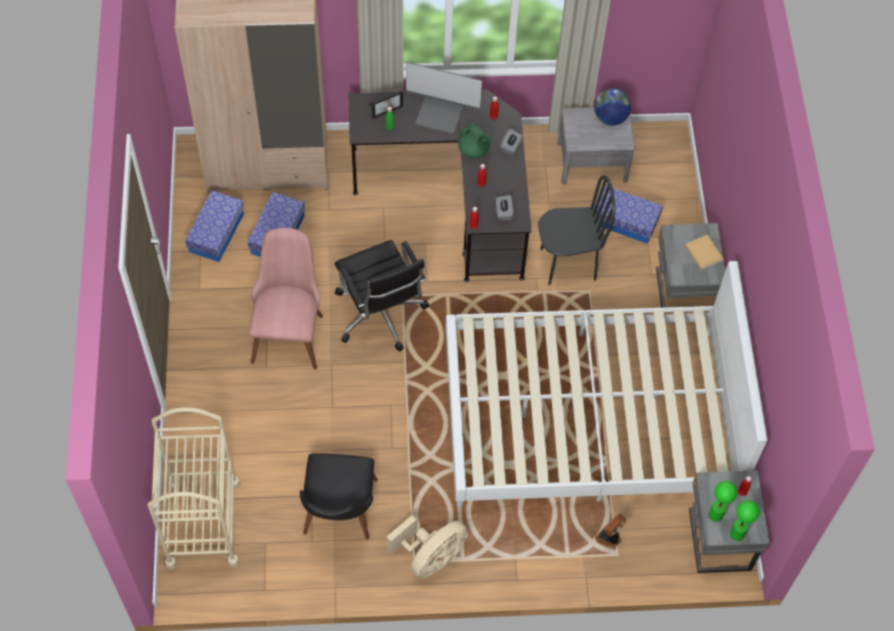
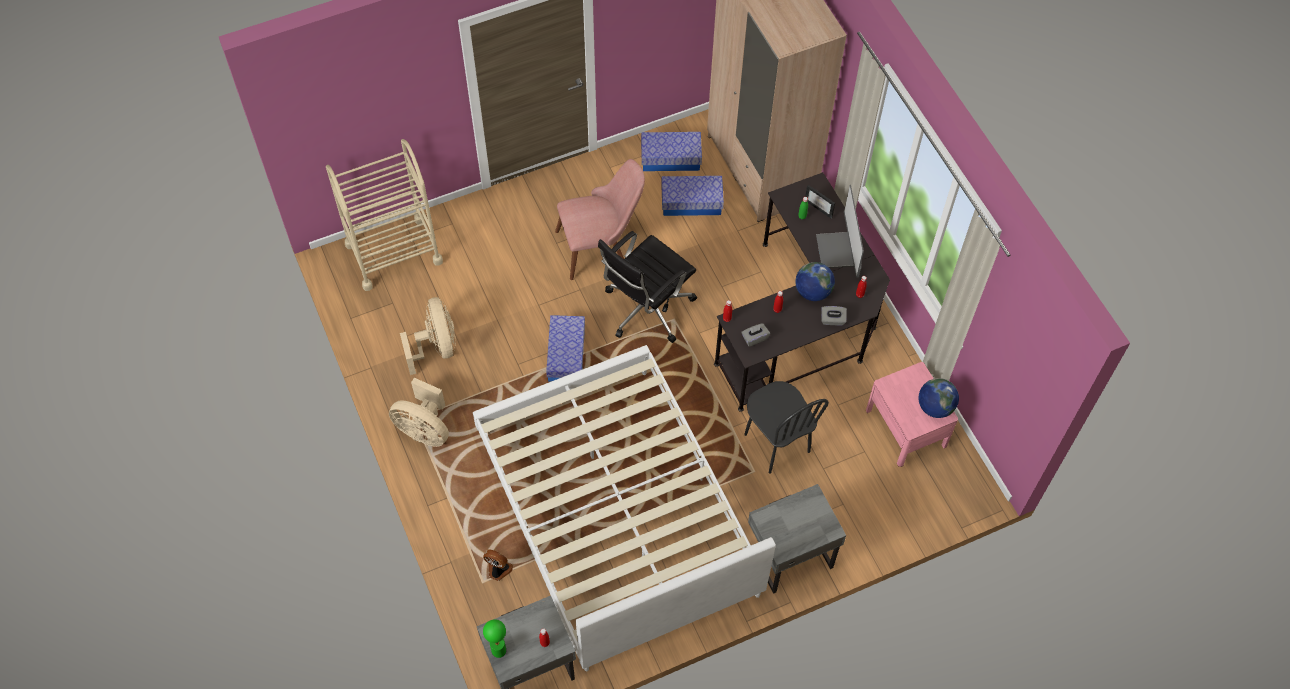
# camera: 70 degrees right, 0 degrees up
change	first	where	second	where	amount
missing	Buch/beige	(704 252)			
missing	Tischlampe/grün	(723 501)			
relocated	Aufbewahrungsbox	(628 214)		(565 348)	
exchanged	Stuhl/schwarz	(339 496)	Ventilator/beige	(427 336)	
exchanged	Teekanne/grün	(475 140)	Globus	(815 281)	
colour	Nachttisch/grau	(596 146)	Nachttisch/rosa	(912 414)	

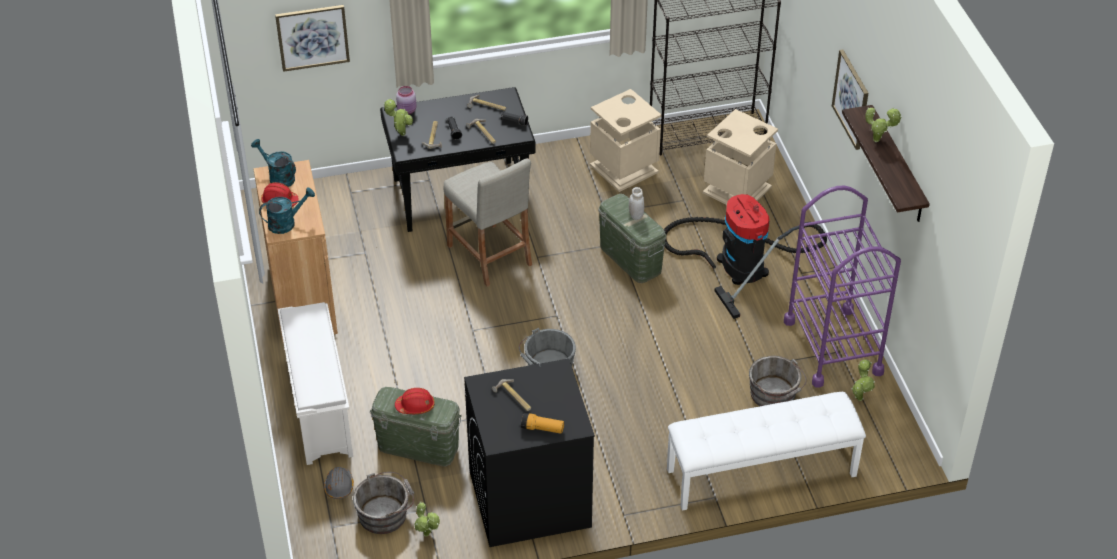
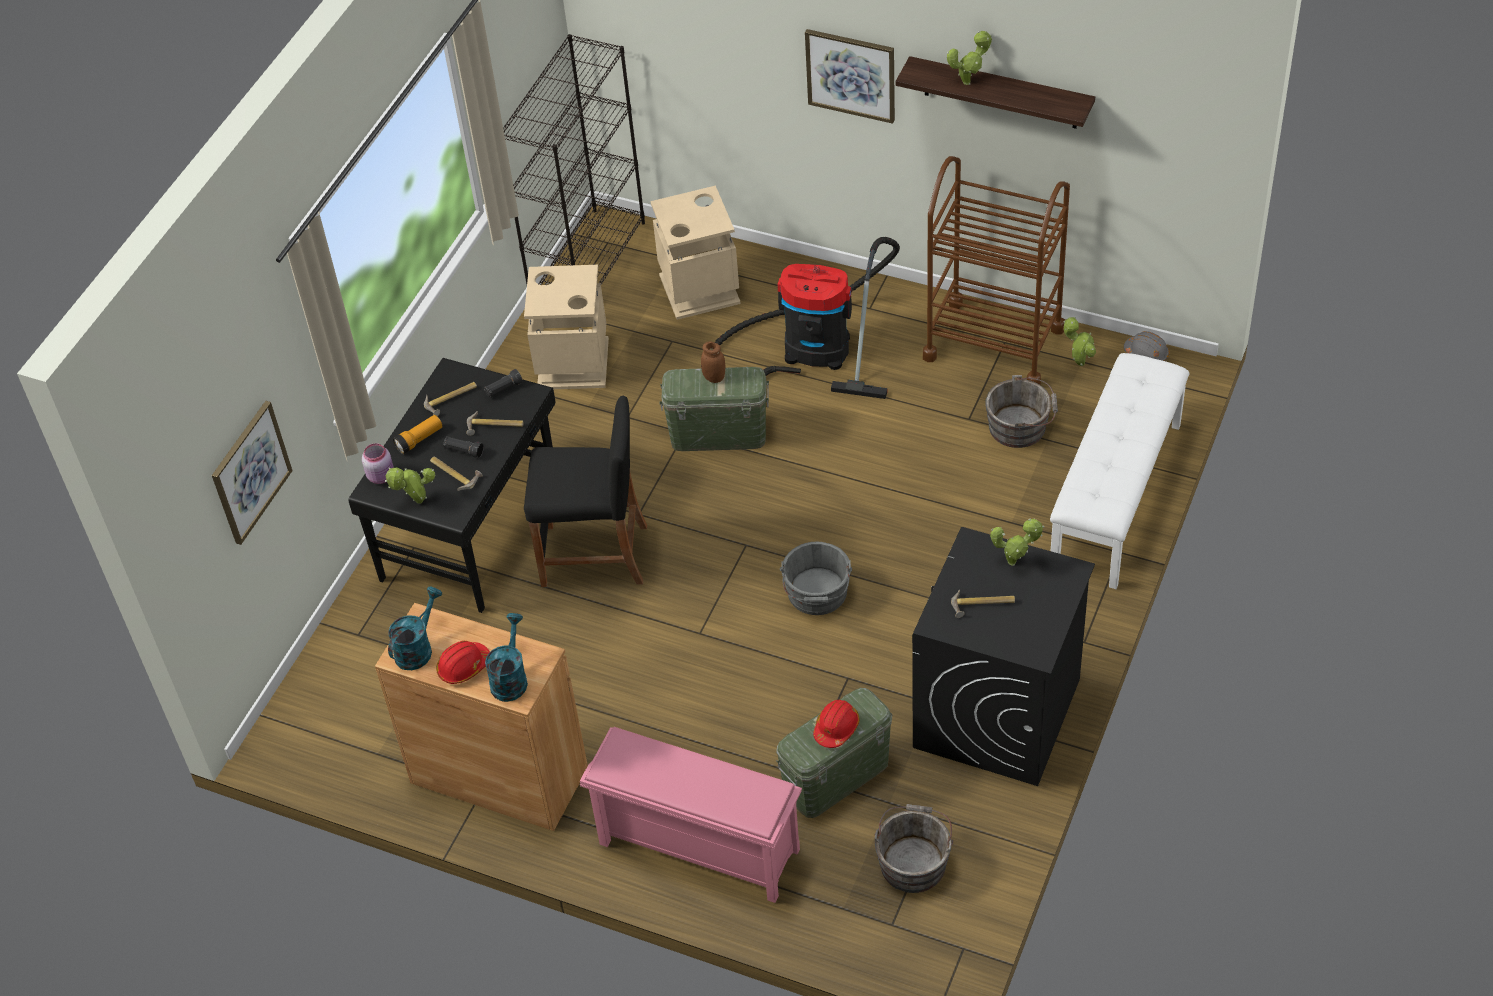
# camera: 50 degrees left, 5 degrees up
change	first	where	second	where	amount
relocated	Schutzhelm/grau	(339 483)		(1146 346)	
relocated	Topfpflanze	(427 519)		(1017 542)	
relocated	Taschenlampe	(542 423)		(418 434)	
colour	Schuhregal/weiß	(315 383)	Schuhregal/rosa	(691 815)	
colour	Hocker/beige	(487 222)	Hocker/schwarz	(585 491)	
colour	Vorratsglas/weiß	(636 203)	Vorratsglas/braun	(713 362)	
colour	Rollwagen/lila	(842 287)	Rollwagen/braun	(996 270)	
spun	Gießkanne/türkis	(273 163)		(415 628)	135 degrees clockwise

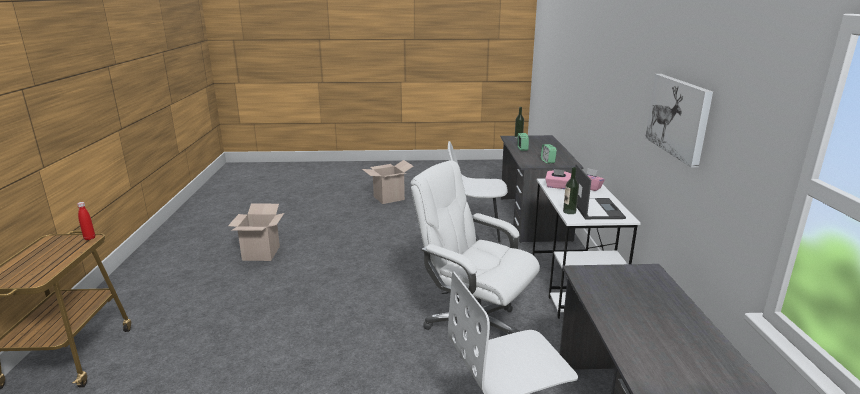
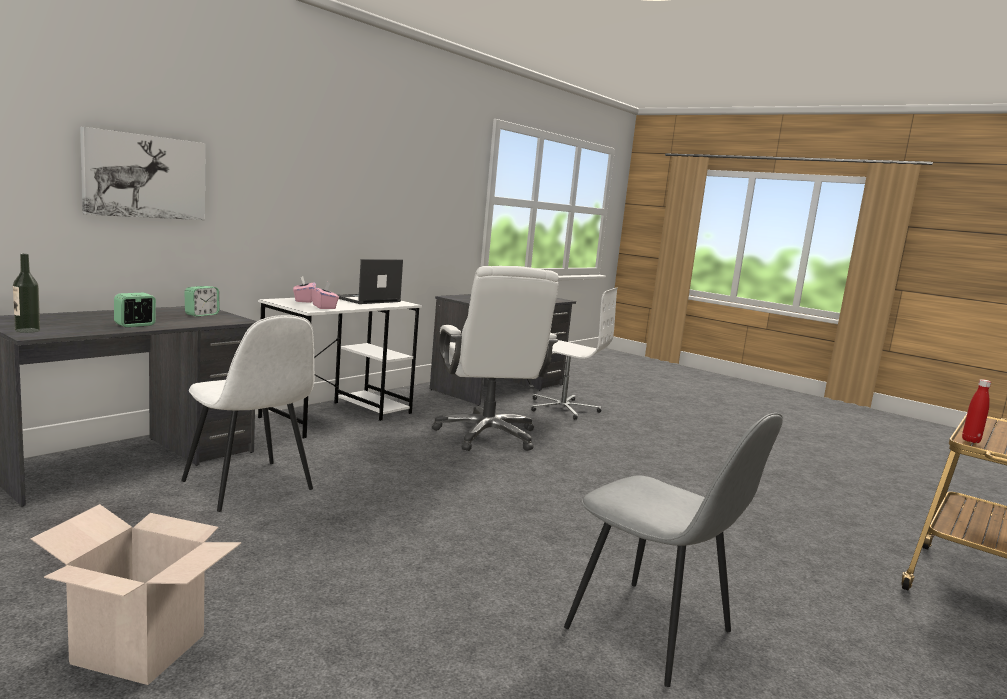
# camera: 140 degrees left, 10 degrees down
change	first	where	second	where	amount
missing	Flasche	(571 190)			
relocated	Bild	(679 121)		(143 173)	
exchanged	Karton	(256 232)	Stuhl/grau	(673 550)	

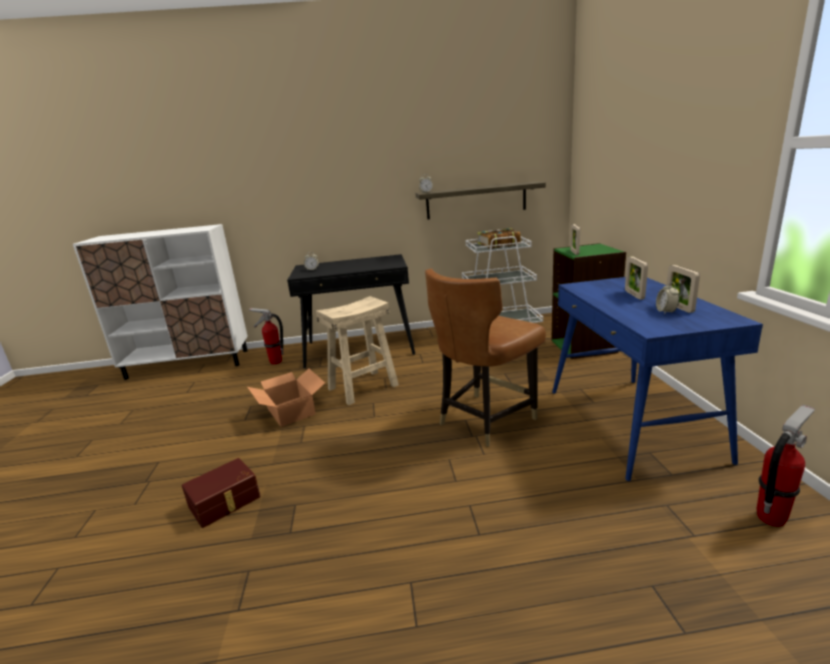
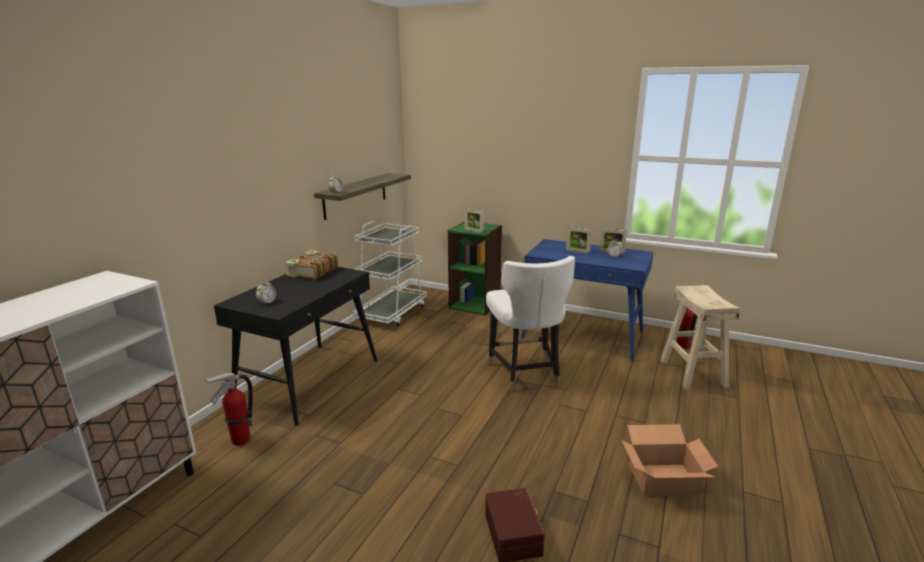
# camera: 60 degrees left, 0 degrees up
change	first	where	second	where	amount
relocated	Karton	(286 397)		(670 460)	
relocated	Hocker/beige	(357 350)		(700 337)	
relocated	Buch	(499 238)		(312 264)	
colour	Stuhl/braun	(485 357)	Stuhl/weiß	(530 324)	

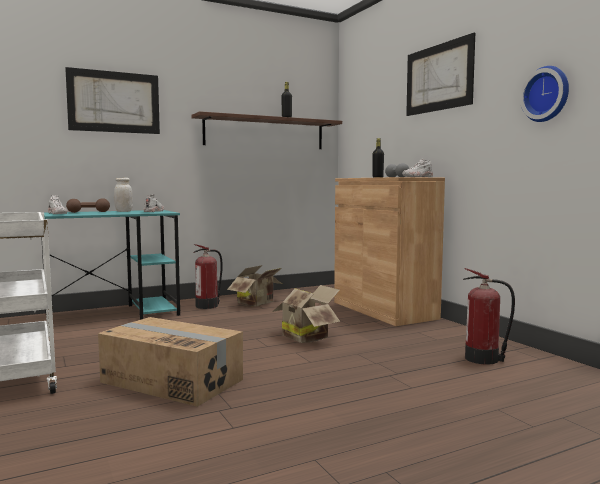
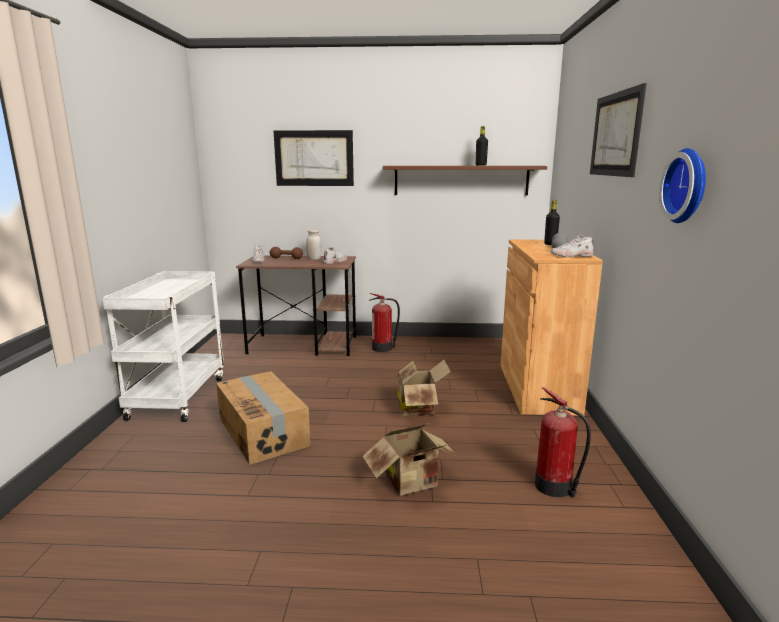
# camera: 30 degrees right, 10 degrees up
change	first	where	second	where	amount
relocated	Karton	(254 285)		(411 460)	
colour	Schreibtisch/türkis	(111 265)	Schreibtisch/braun	(296 305)	

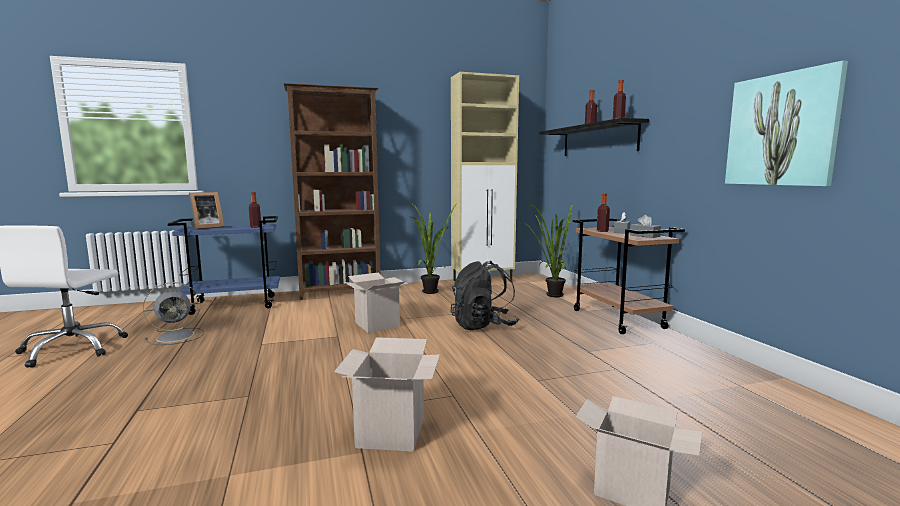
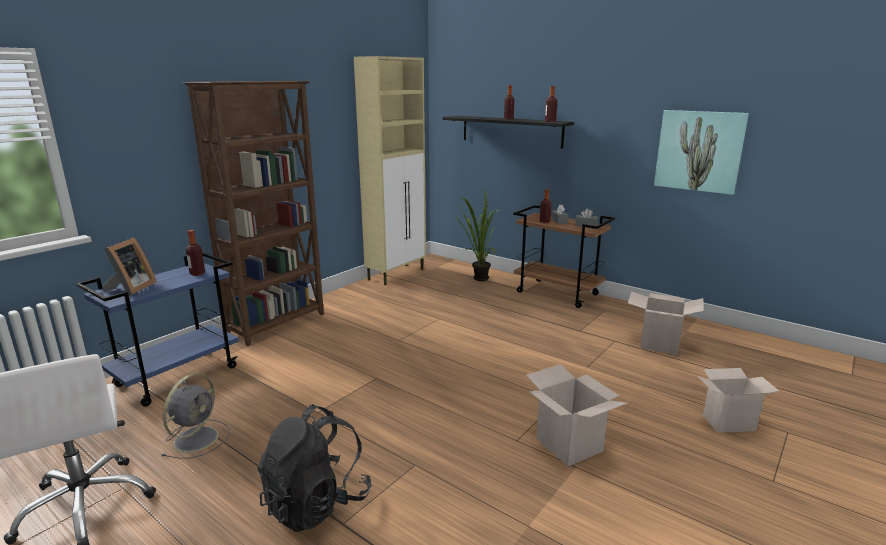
# camera: 35 degrees left, 10 degrees up
change	first	where	second	where	amount
missing	Topfpflanze	(433 248)			
relocated	Karton	(376 303)		(666 323)	
relocated	Rucksack/schwarz	(485 295)		(314 468)	

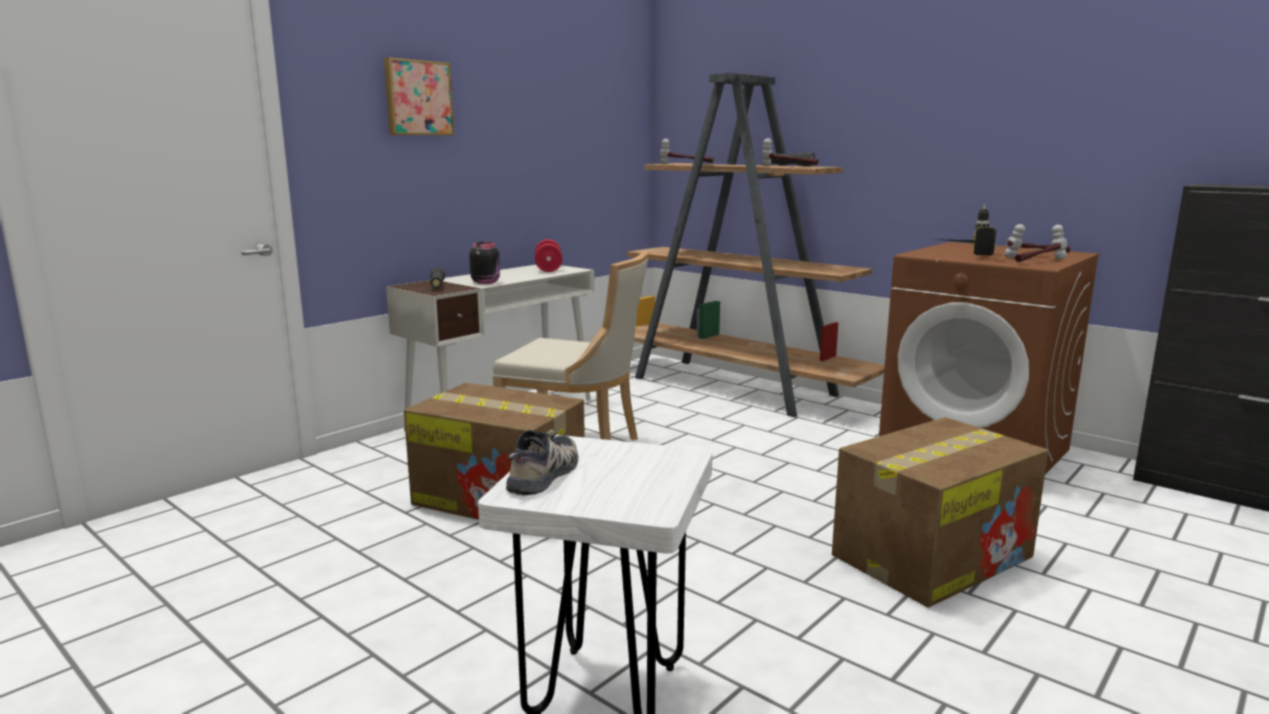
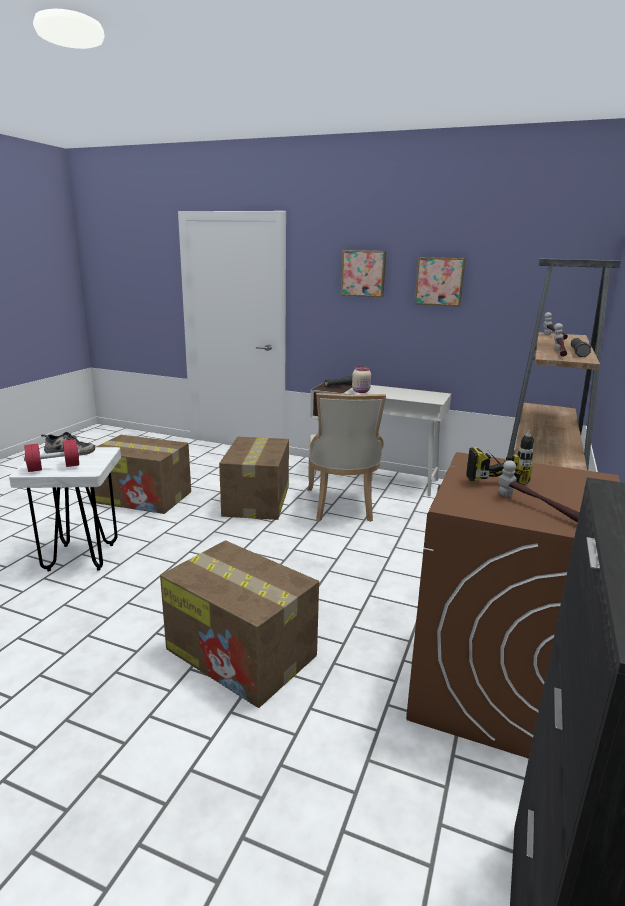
# camera: 70 degrees right, 5 degrees up
change	first	where	second	where	amount
missing	Hammer	(1041 243)			
appeared			Karton	(142 474)	
appeared			Bild	(440 282)	
relocated	Hantel/rot	(548 255)		(52 455)	
colour	Vorratsglas/schwarz	(484 263)	Vorratsglas/beige	(361 379)	

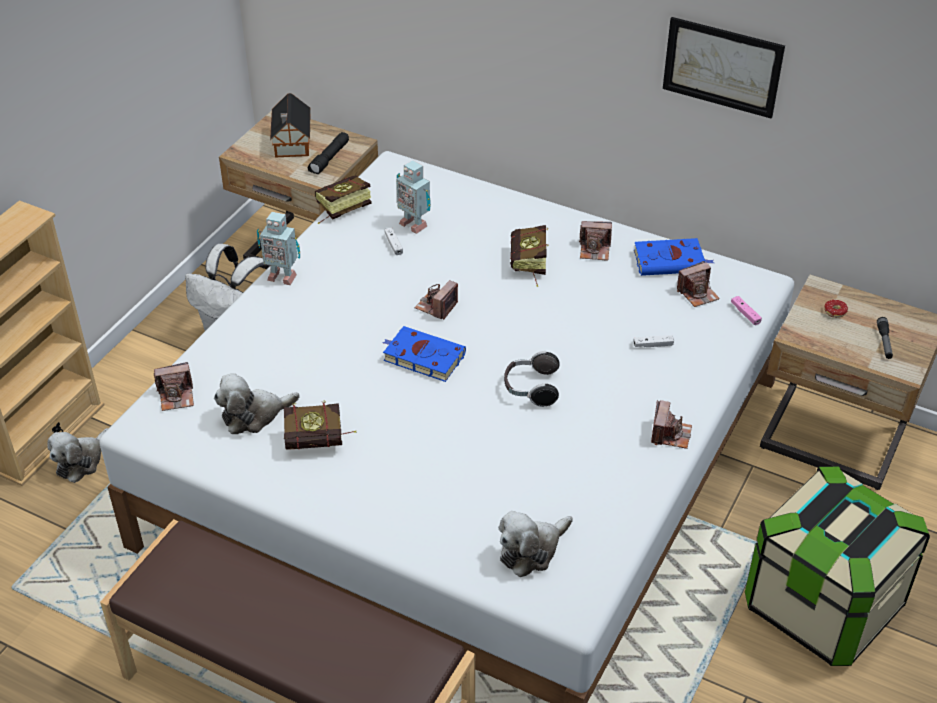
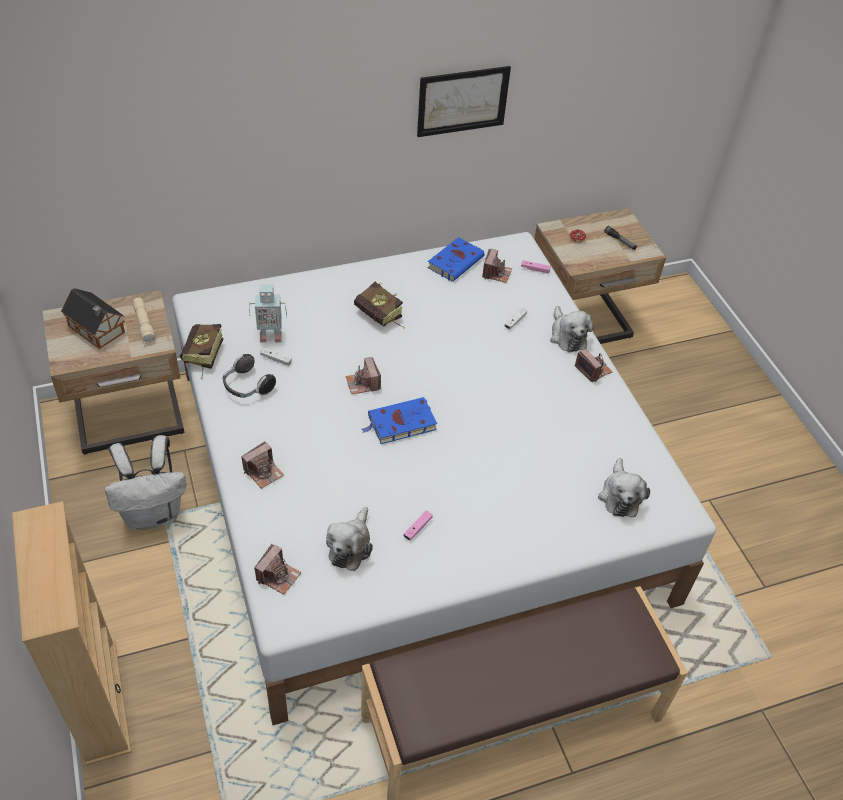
# camera: 50 degrees left, 5 degrees up
change	first	where	second	where	amount
missing	Spielzeugroboter	(278 248)			
missing	Aufbewahrungsbox	(837 566)			
relocated	Plüschtier	(78 455)		(572 329)	
relocated	Kopfhörer	(532 379)		(249 376)	
relocated	Kamera	(595 241)		(262 465)	
exchanged	Buch	(320 425)	Gamepad/rosa	(418 526)	
colour	Taschenlampe/schwarz	(328 153)	Taschenlampe/beige	(144 320)	

